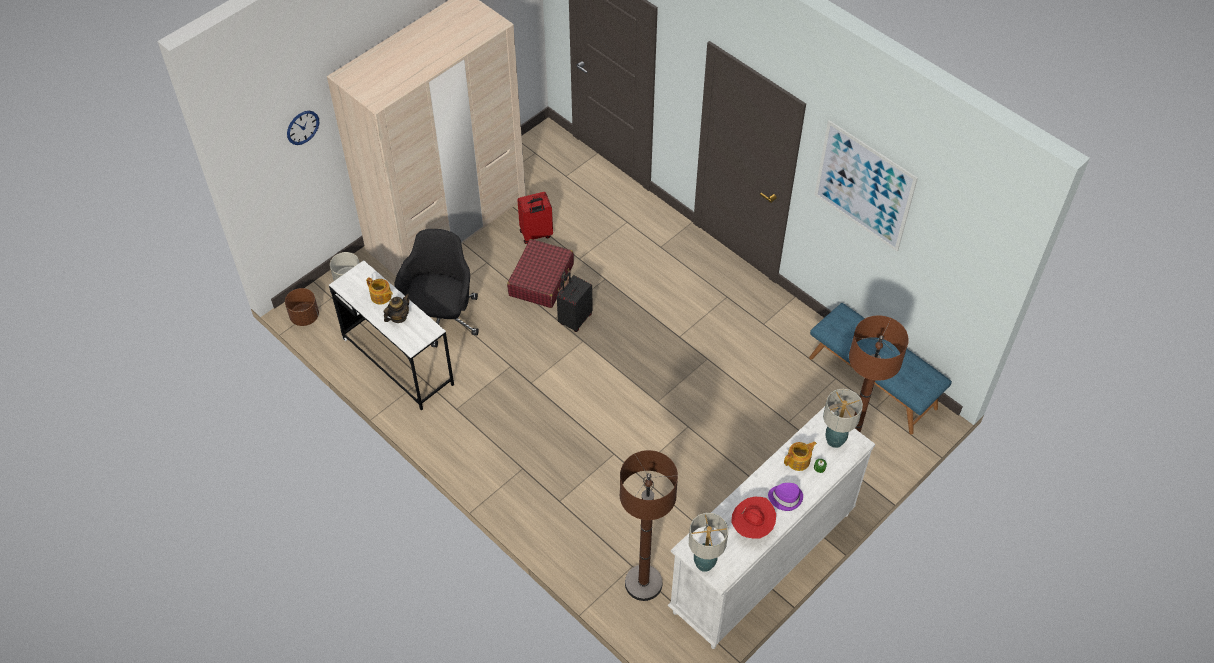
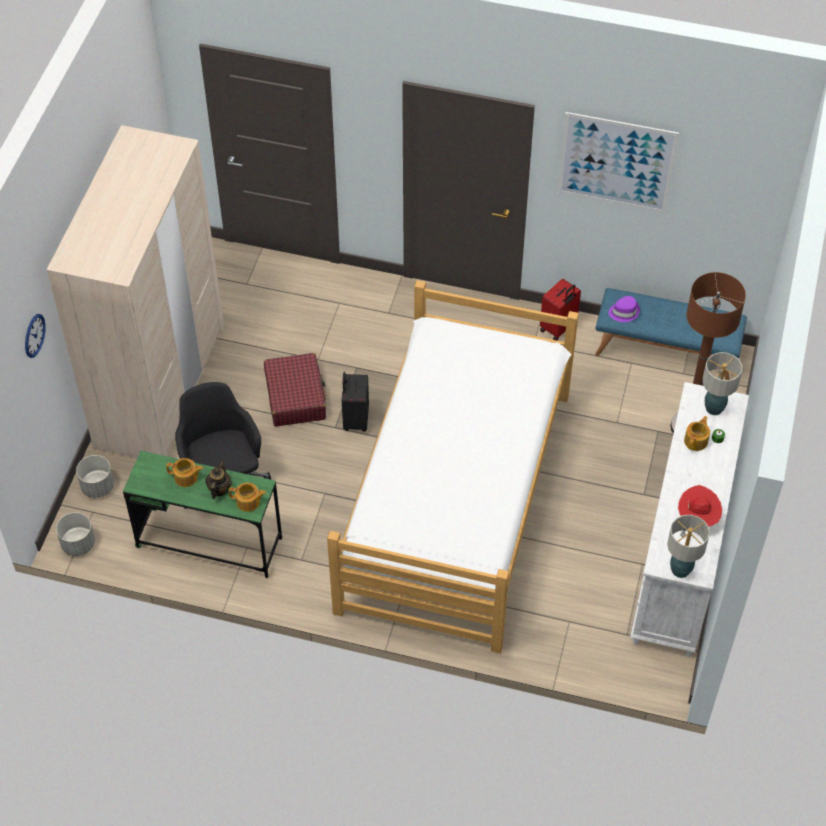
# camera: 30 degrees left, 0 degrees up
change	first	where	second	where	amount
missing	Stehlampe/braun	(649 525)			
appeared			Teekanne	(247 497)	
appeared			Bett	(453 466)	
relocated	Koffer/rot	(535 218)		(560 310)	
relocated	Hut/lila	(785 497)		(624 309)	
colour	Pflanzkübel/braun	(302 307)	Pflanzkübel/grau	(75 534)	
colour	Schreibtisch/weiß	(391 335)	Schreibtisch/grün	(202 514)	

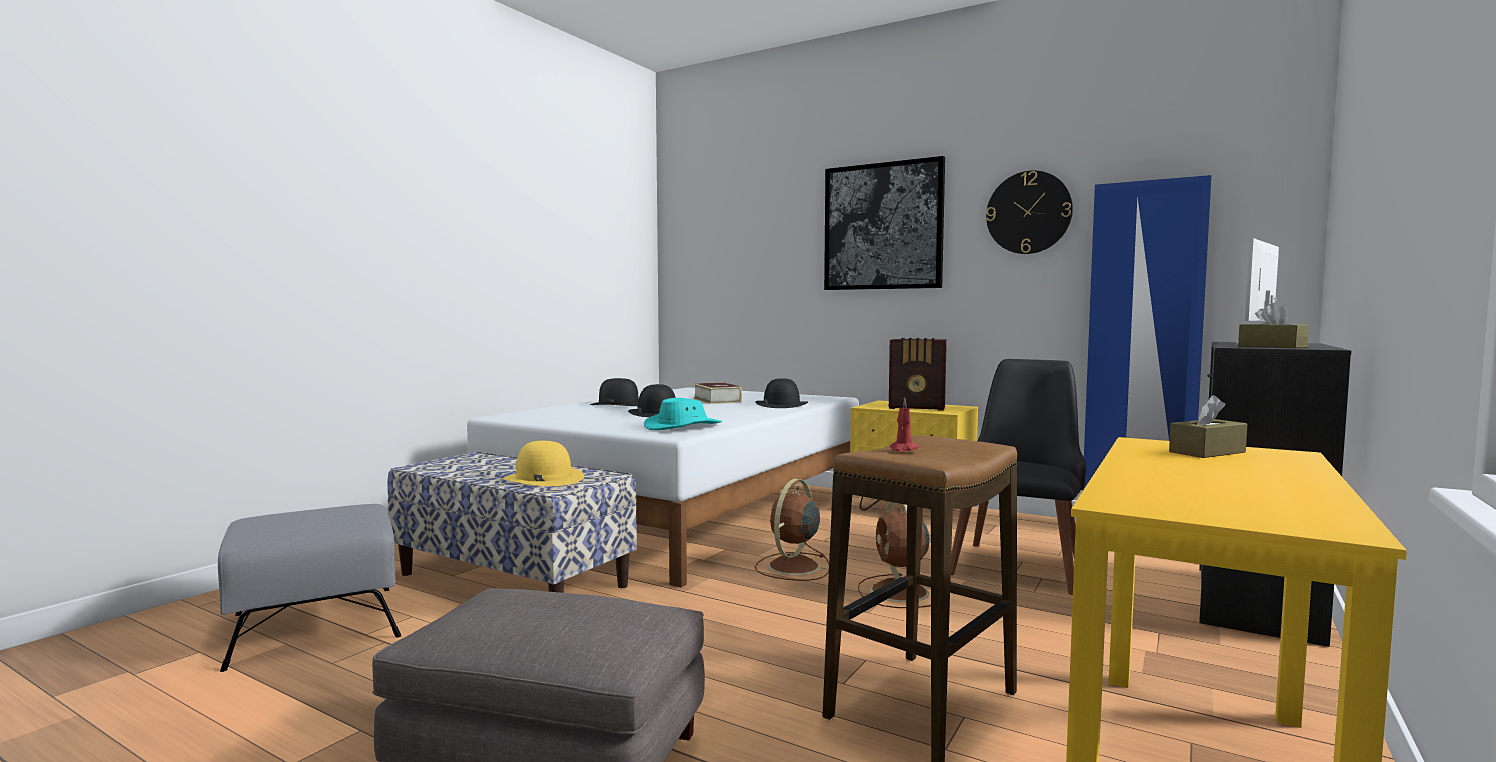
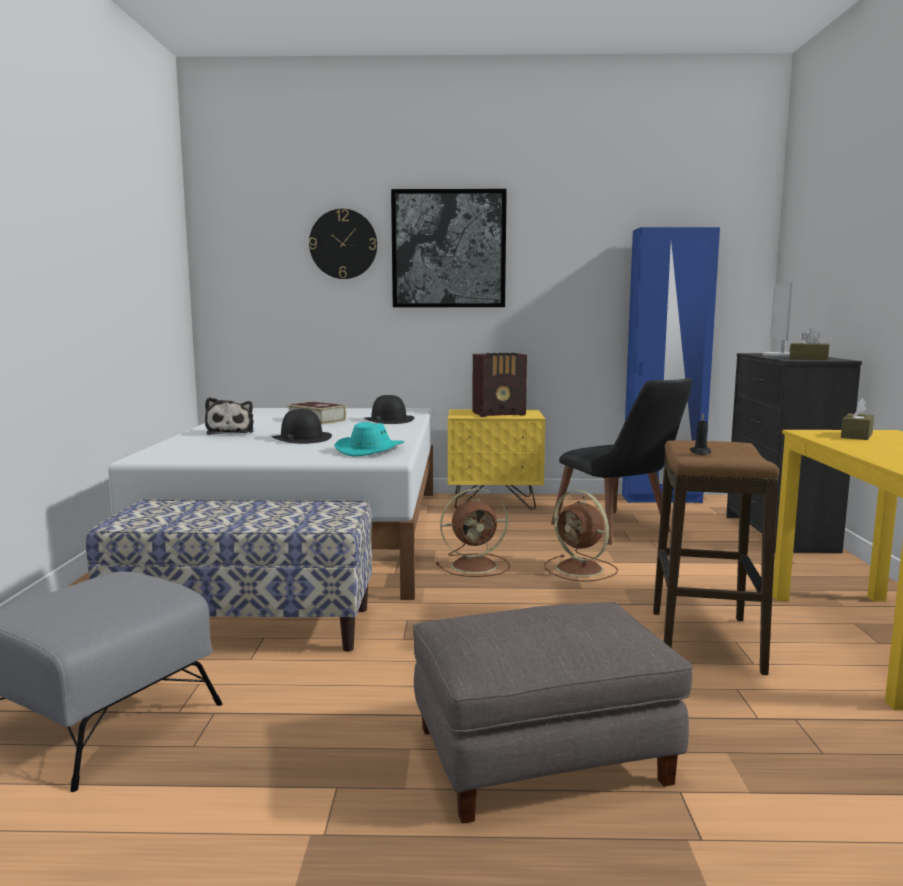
# camera: 30 degrees left, 5 degrees up
change	first	where	second	where	amount
missing	Hut/gelb	(543 463)			
relocated	Wanduhr	(1029 212)		(343 244)	
exchanged	Hut/schwarz	(614 392)	Plüschtier	(229 416)	
colour	Kerze/rot	(904 425)	Kerze/schwarz	(700 434)	
spun	Ventilator/braun	(792 530)		(473 532)	105 degrees counterclockwise
spun	Stuhl/schwarz	(1018 477)		(621 461)	150 degrees clockwise

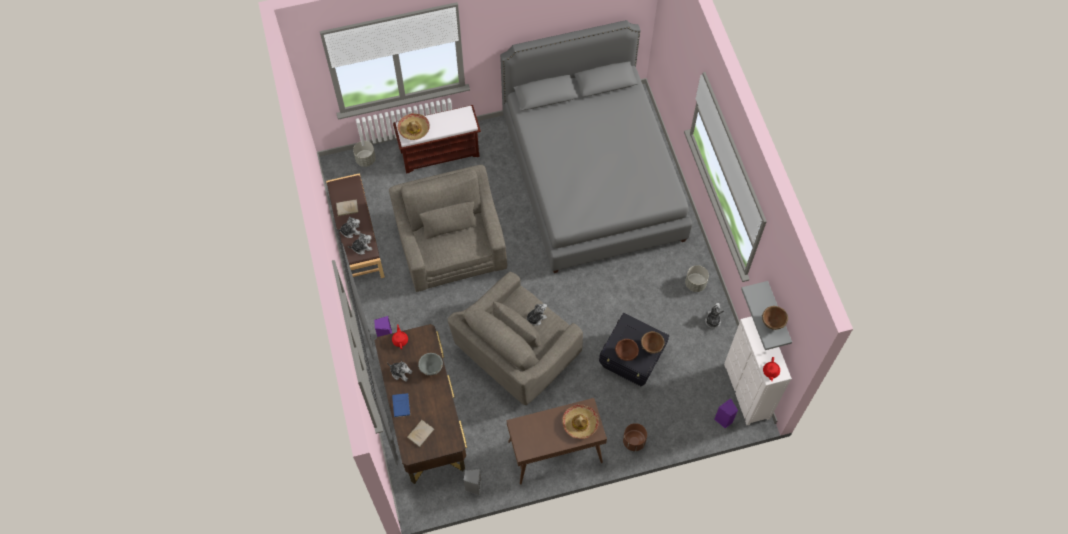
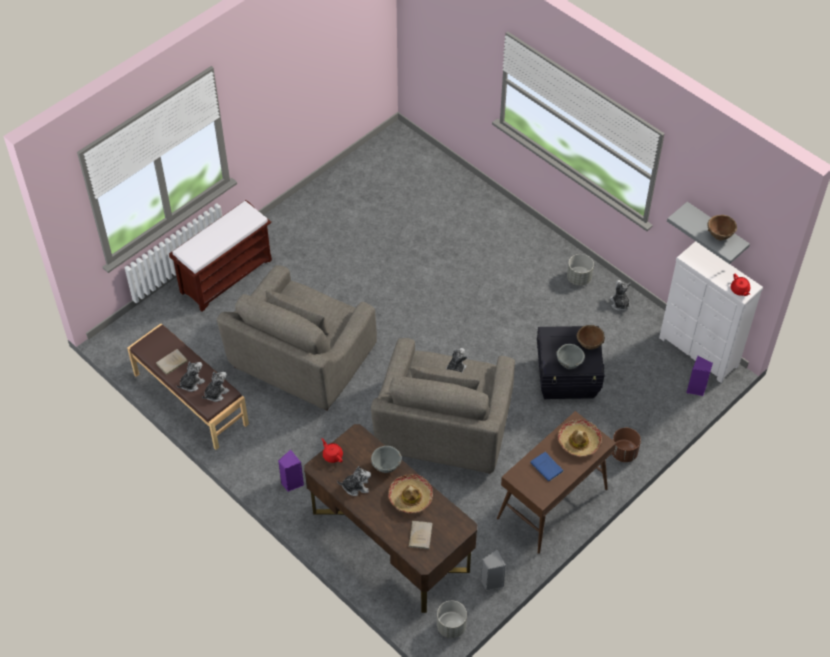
# camera: 30 degrees left, 10 degrees down
change	first	where	second	where	amount
missing	Bett/grau	(596 146)			
relocated	Pflanzkübel/grau	(364 154)		(452 619)	
relocated	Buch/blau	(401 405)		(547 466)	
relocated	Hut	(414 126)		(410 493)	
colour	Schüssel/braun	(627 350)	Schüssel/grau	(570 356)	
spun	Sessel/grau	(448 228)		(297 338)	105 degrees counterclockwise

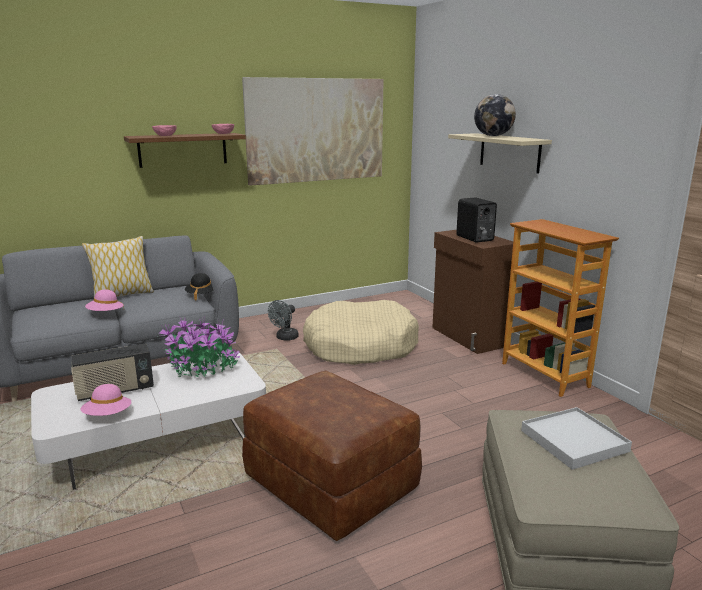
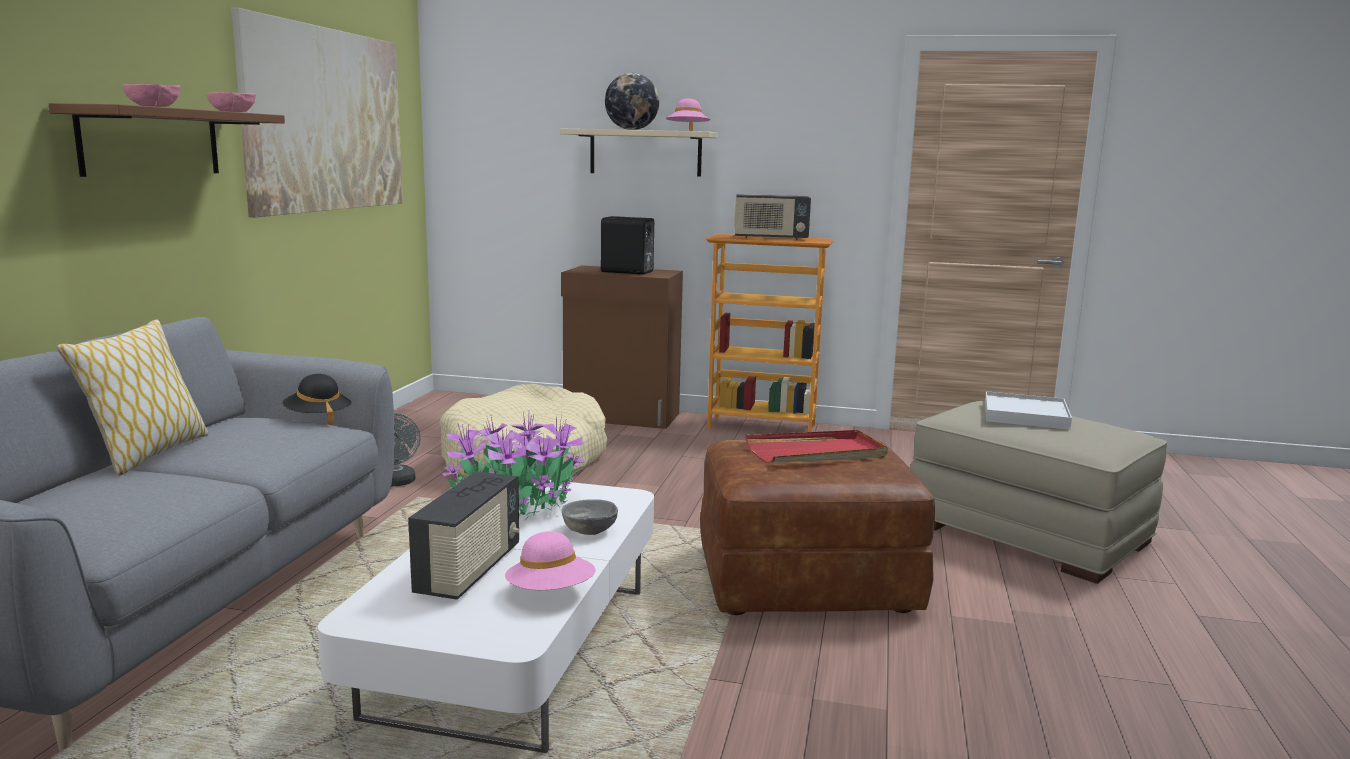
# camera: 50 degrees left, 5 degrees down
change	first	where	second	where	amount
appeared			Schüssel/grau	(590 517)	
appeared			Radio	(772 217)	
appeared			Tablett/rot	(816 446)	
relocated	Hut/rosa	(104 300)		(688 114)	

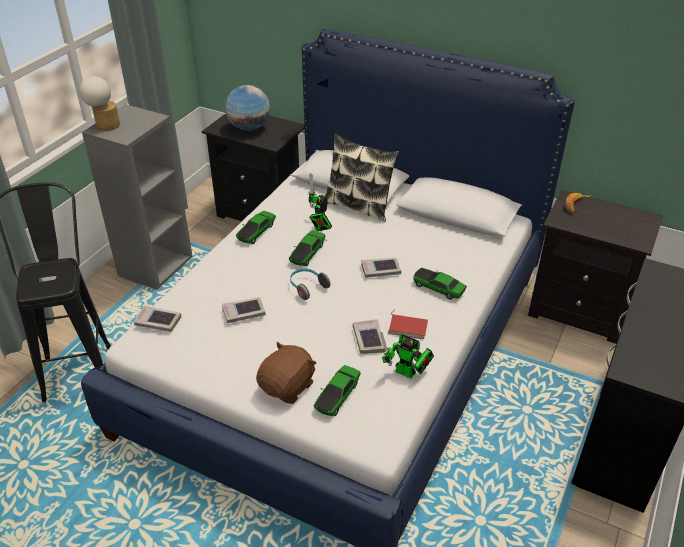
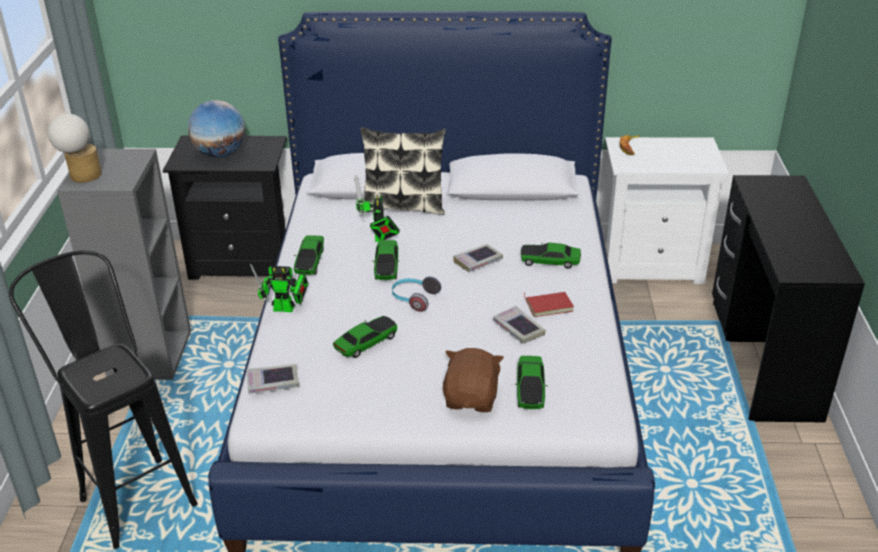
# camera: 25 degrees left, 5 degrees down
change	first	where	second	where	amount
relocated	Spielzeugroboter	(407 355)		(279 288)	
exchanged	Buch	(244 310)	Spielzeugauto	(365 337)	
colour	Nachttisch/schwarz	(595 267)	Nachttisch/weiß	(667 210)	

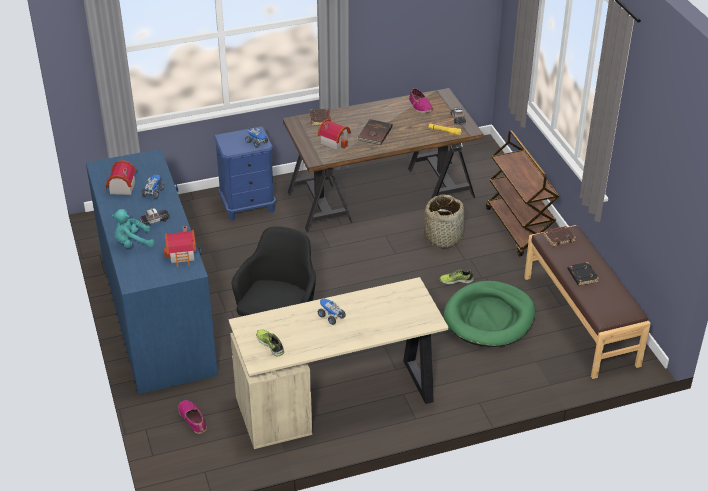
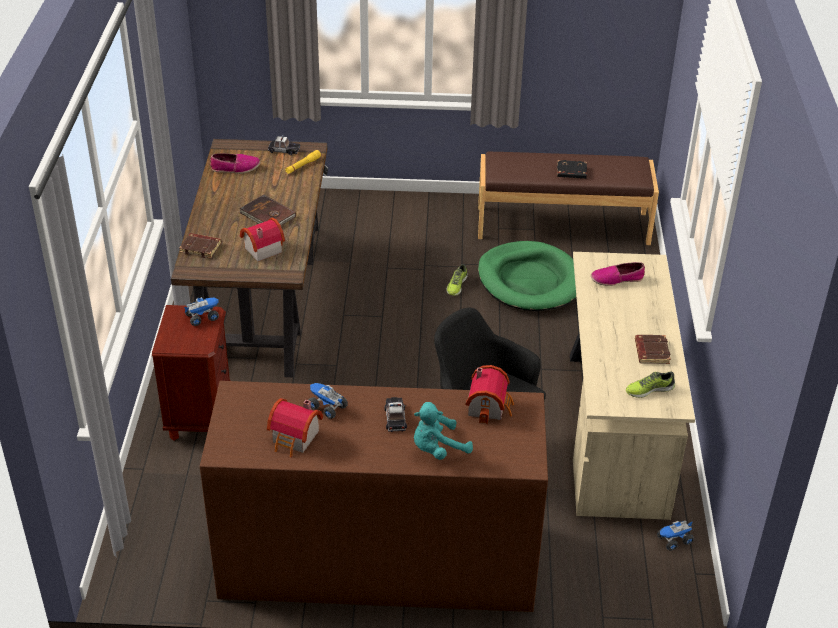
# camera: 70 degrees left, 0 degrees up
change	first	where	second	where	amount
missing	Korb	(444 221)			
missing	Rollwagen/braun	(522 193)			
relocated	Schuh	(192 417)		(618 274)	
relocated	Spielzeuglaster	(331 312)		(675 536)	
relocated	Buch/braun	(559 236)		(653 349)	
colour	Kommode/blau	(152 271)	Kommode/braun	(374 496)	
colour	Nachttisch/blau	(245 174)	Nachttisch/braun	(191 373)	
spun	Plüschtier/türkis	(133 228)		(443 431)	60 degrees clockwise

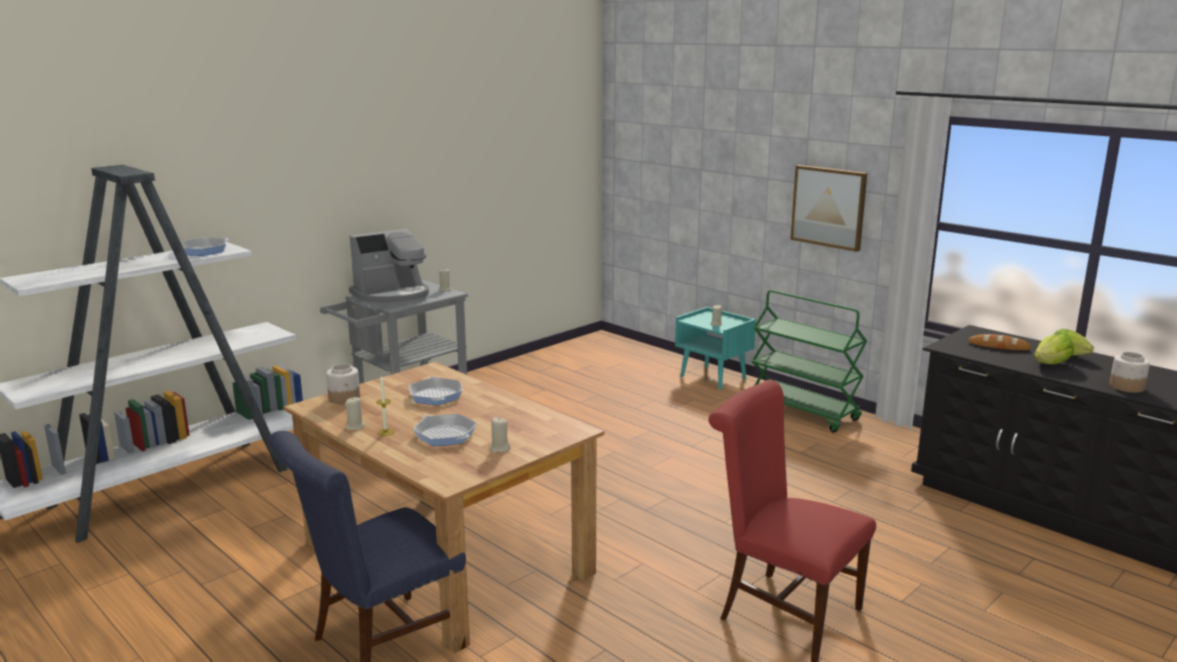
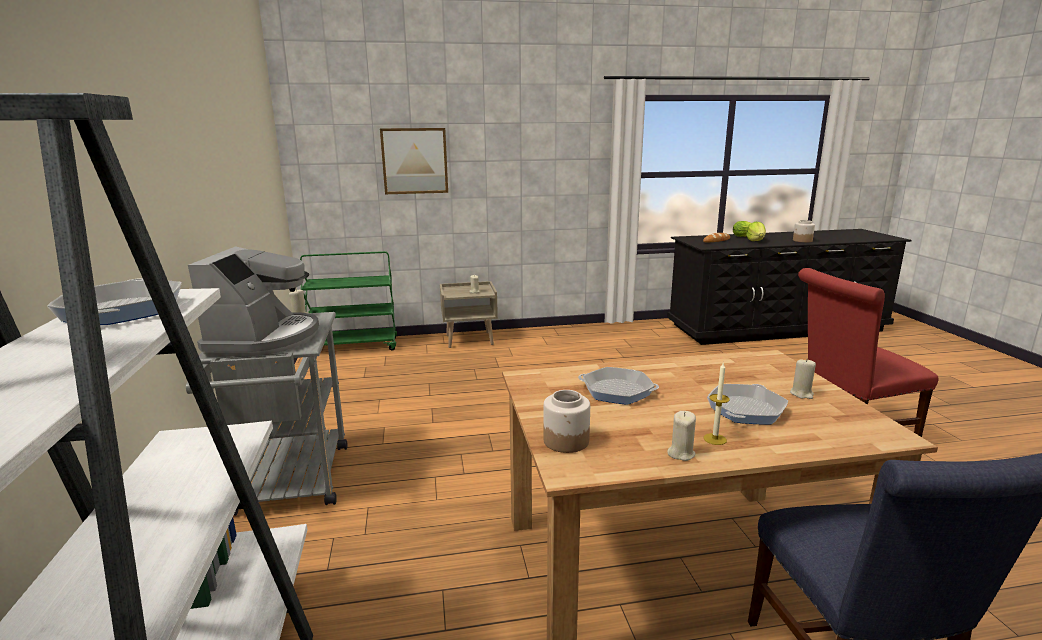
# camera: 55 degrees left, 0 degrees up
change	first	where	second	where	amount
relocated	Rollwagen/grün	(809 361)		(348 300)	
relocated	Bild	(828 208)		(414 161)	
colour	Nachttisch/türkis	(715 348)	Nachttisch/beige	(469 314)	
spun	Pfanne	(445 430)		(747 404)	45 degrees counterclockwise

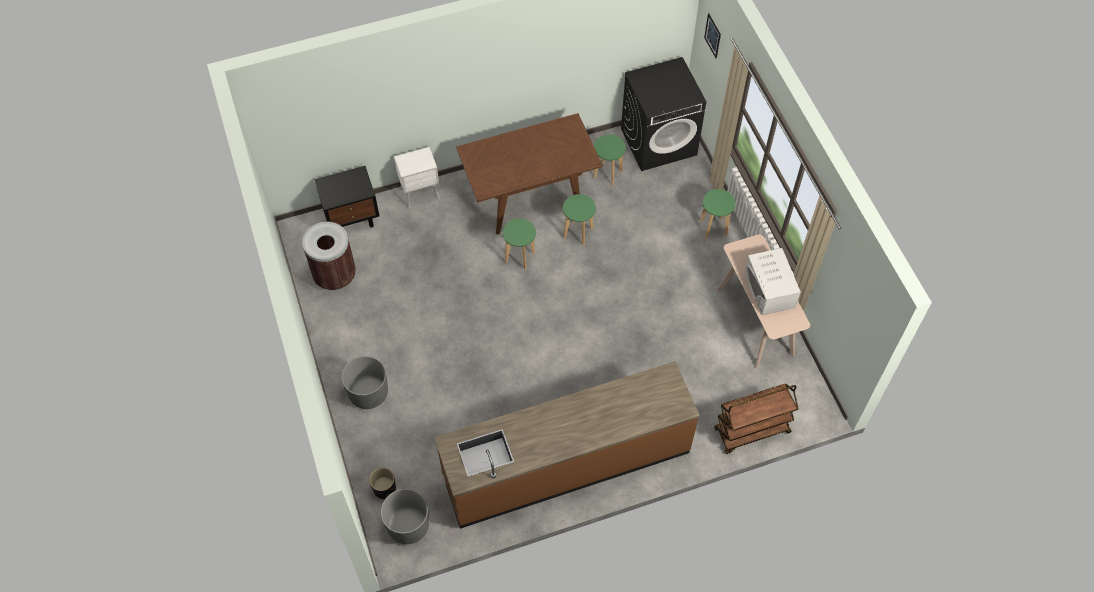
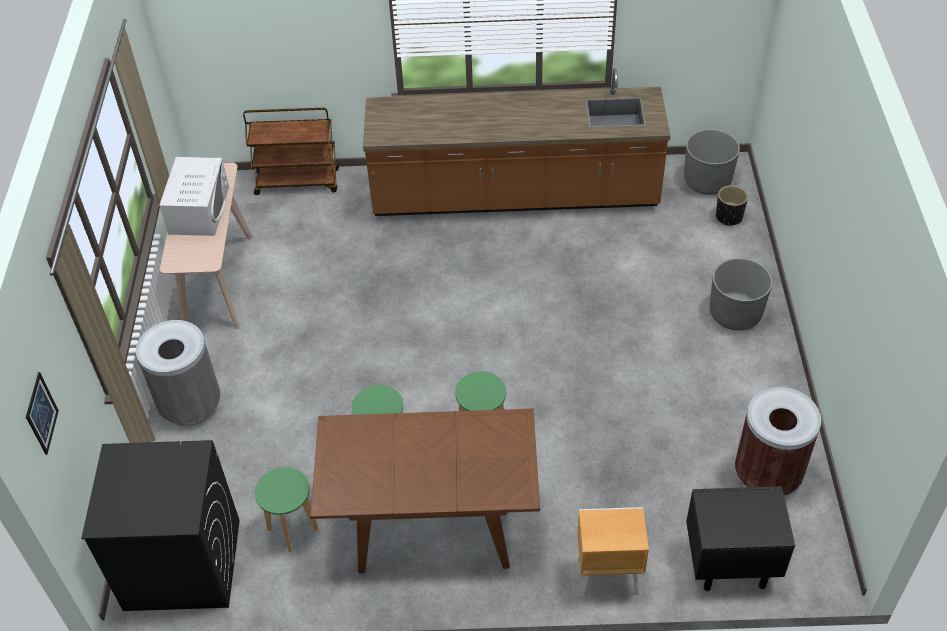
# camera: 160 degrees left, 10 degrees down
change	first	where	second	where	amount
exchanged	Hocker/grün	(718 214)	Mülleimer/grau	(178 373)	
colour	Nachttisch/weiß	(417 177)	Nachttisch/braun	(613 551)	

